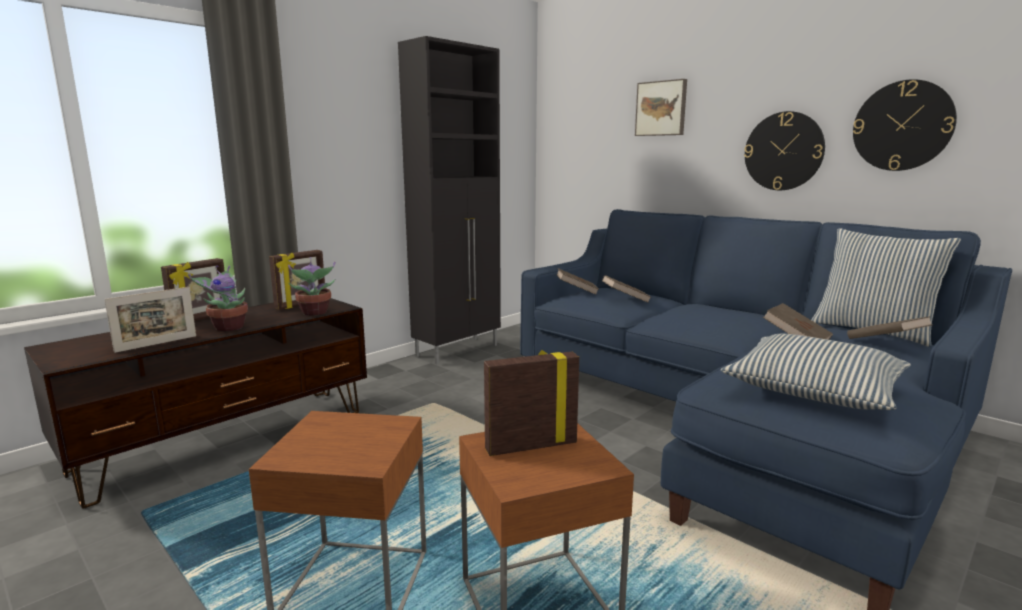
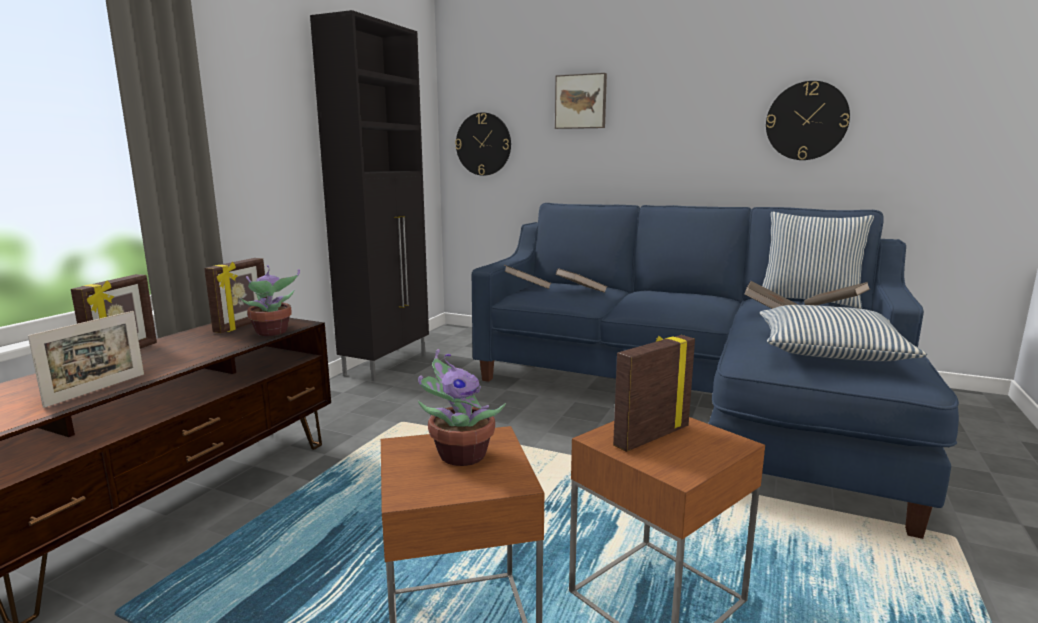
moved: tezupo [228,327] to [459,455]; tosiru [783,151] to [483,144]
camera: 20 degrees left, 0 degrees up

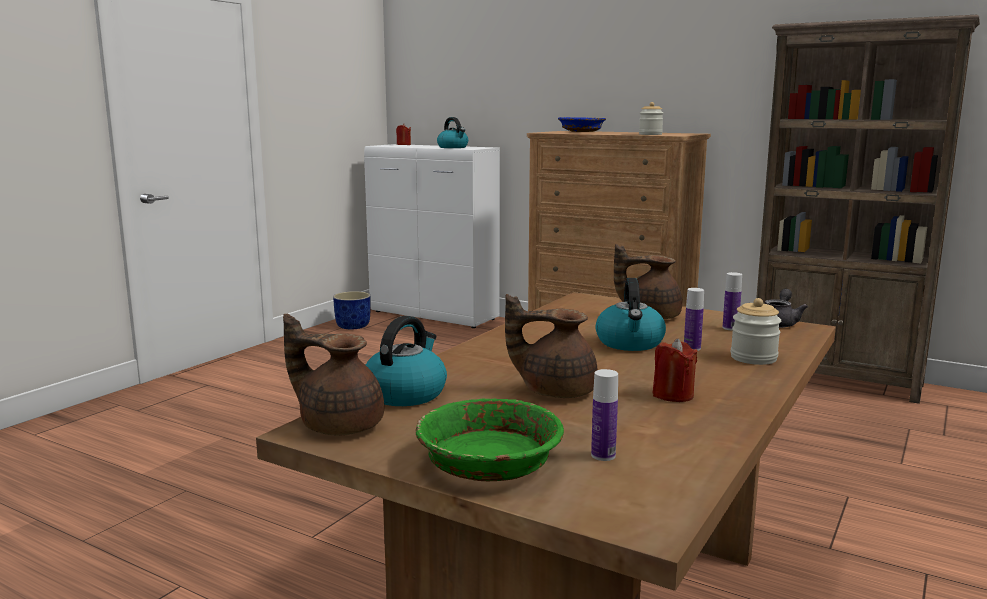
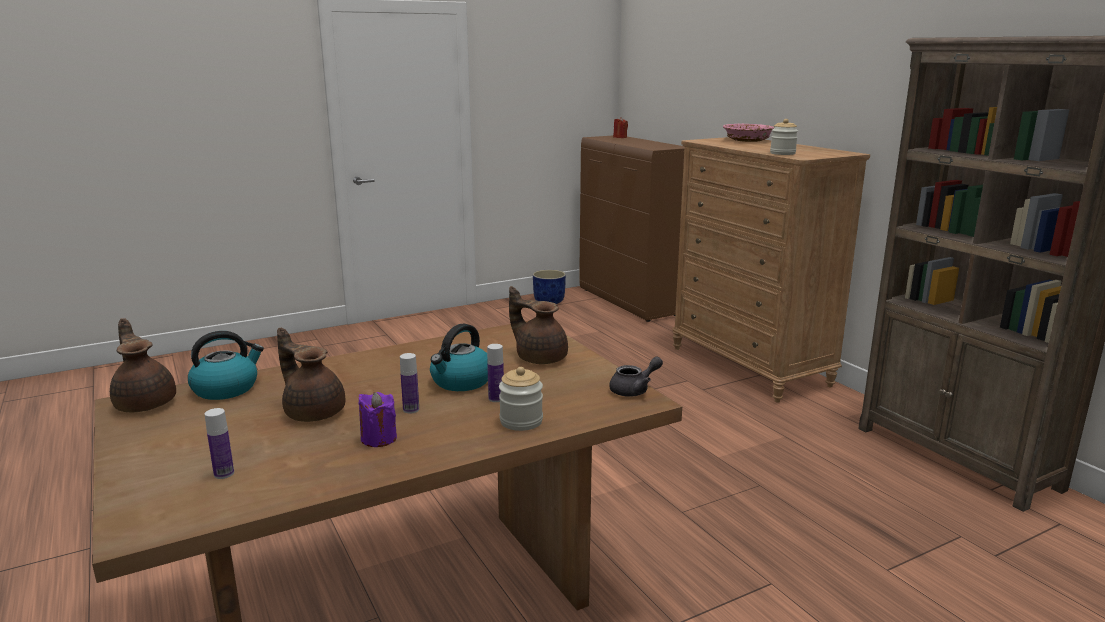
removed: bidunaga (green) [488,463]; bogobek [453,147]
moved: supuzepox [730,328] to [411,409]
recoloured: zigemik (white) [435,315] to zigemik (brown) [629,302]; bidunaga (blue) [581,131] to bidunaga (pink) [747,140]; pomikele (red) [673,395] to pomikele (purple) [378,438]
camera: 30 degrees right, 5 degrees up

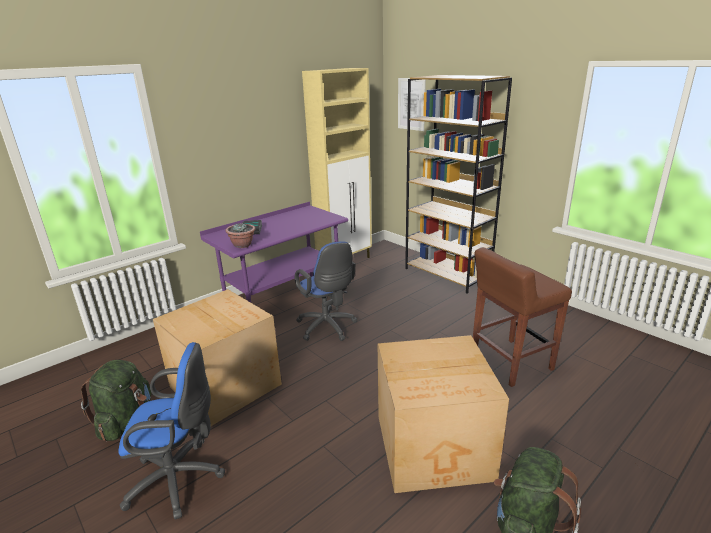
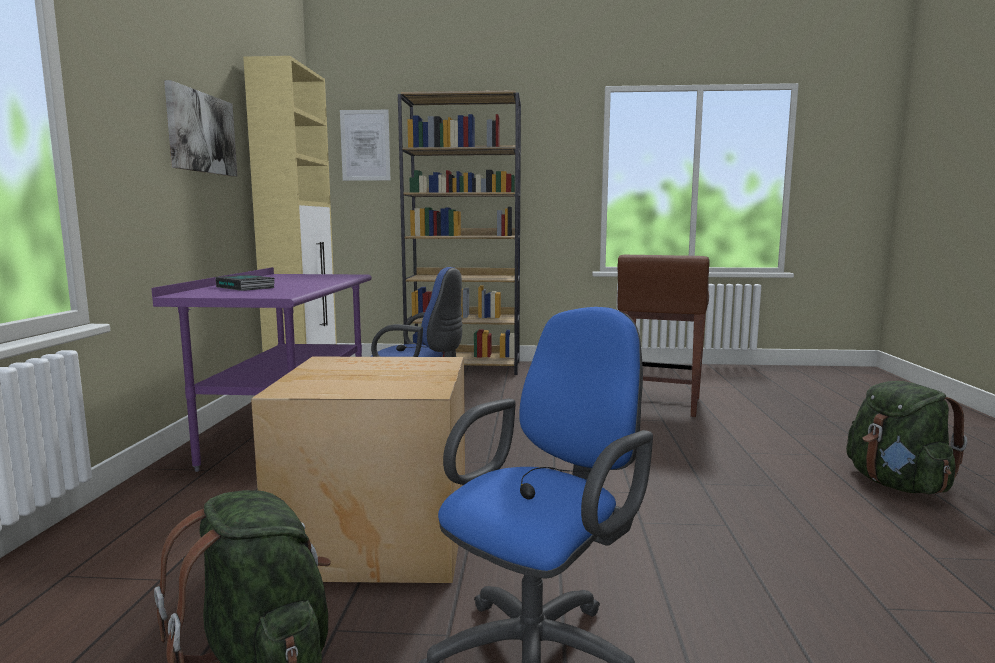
removed: tezupo [242,245]; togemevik [435,447]
added: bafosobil [201,133]
camera: 45 degrees left, 15 degrees down

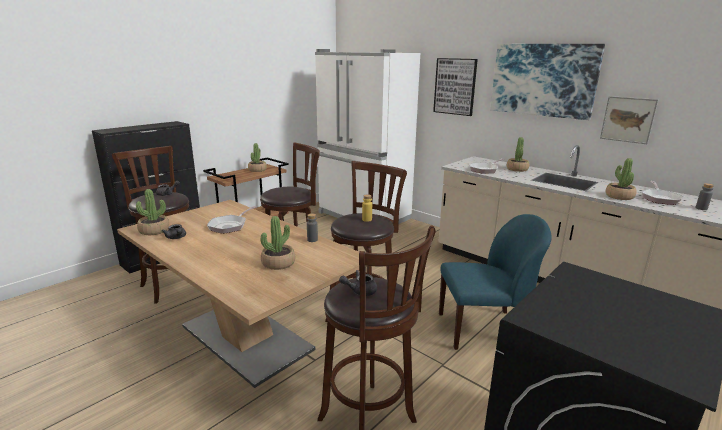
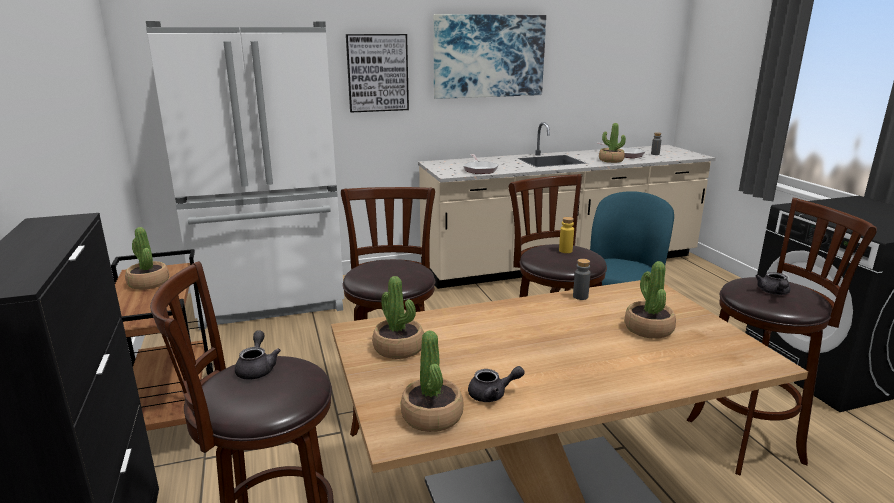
removed: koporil [230,226]; bafosobil [628,119]
moved: tezupo [517,169] to [399,348]
camera: 60 degrees left, 0 degrees up

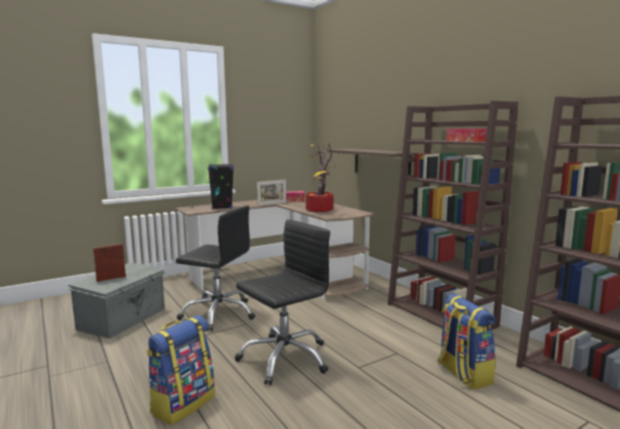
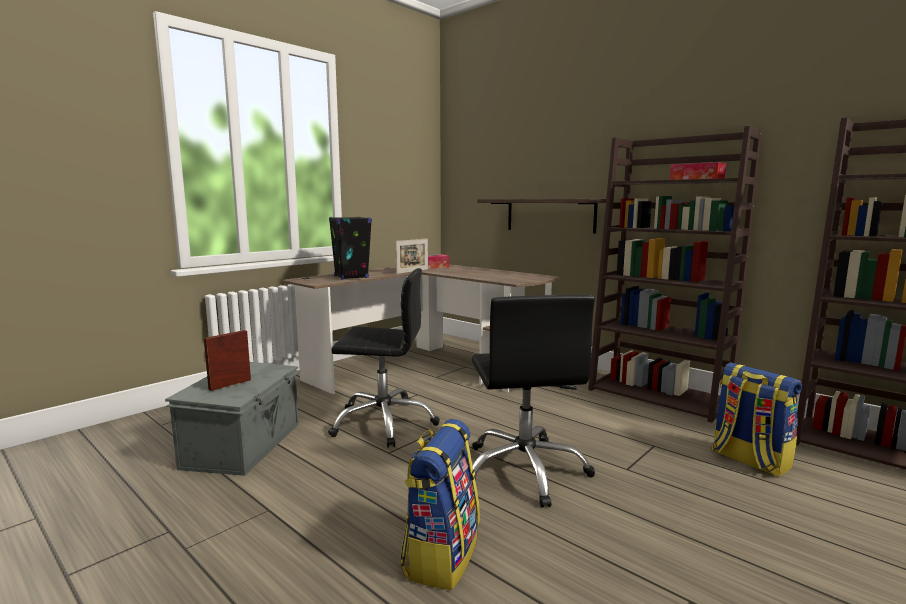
removed: tezupo [321,211]
turned: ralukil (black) [284,358] = [525,470] 135 degrees clockwise
camera: 15 degrees left, 0 degrees up

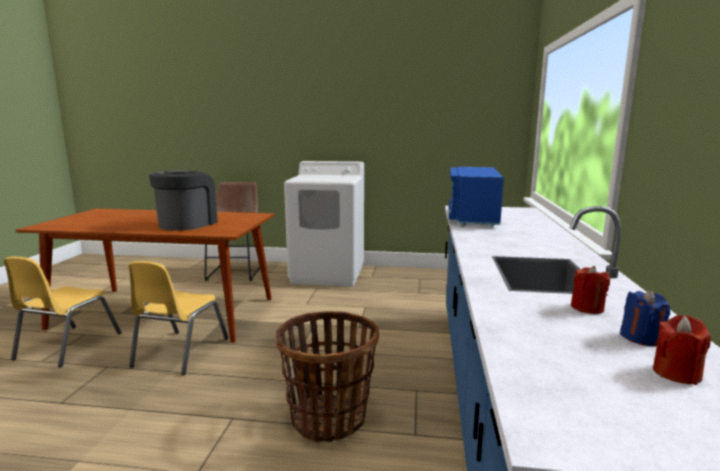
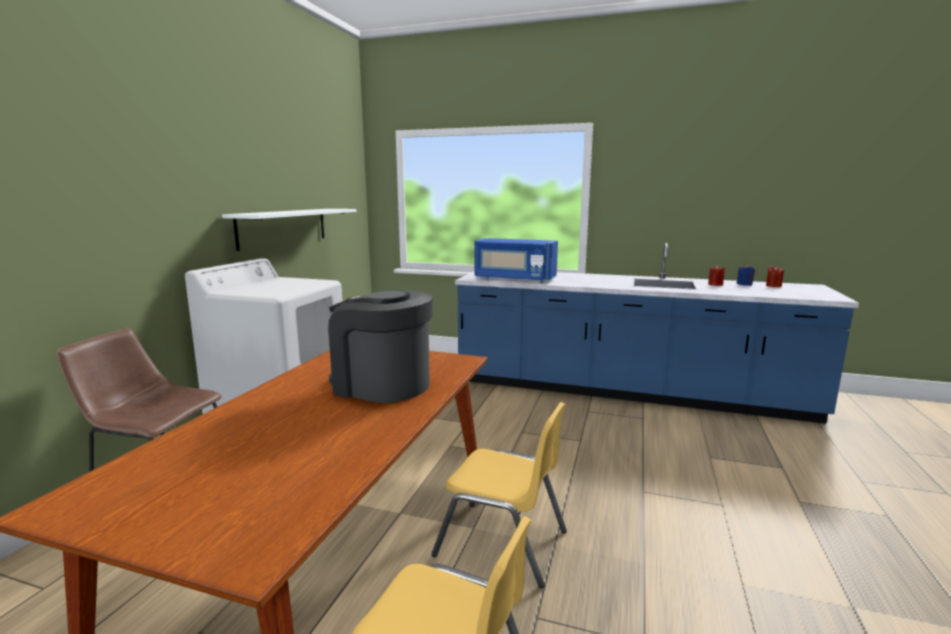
removed: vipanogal [329,418]
added: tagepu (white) [283,227]
camera: 80 degrees left, 0 degrees up

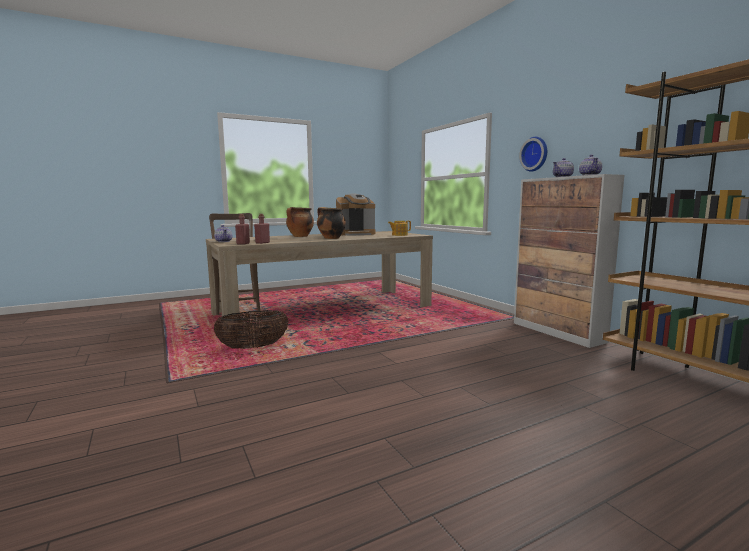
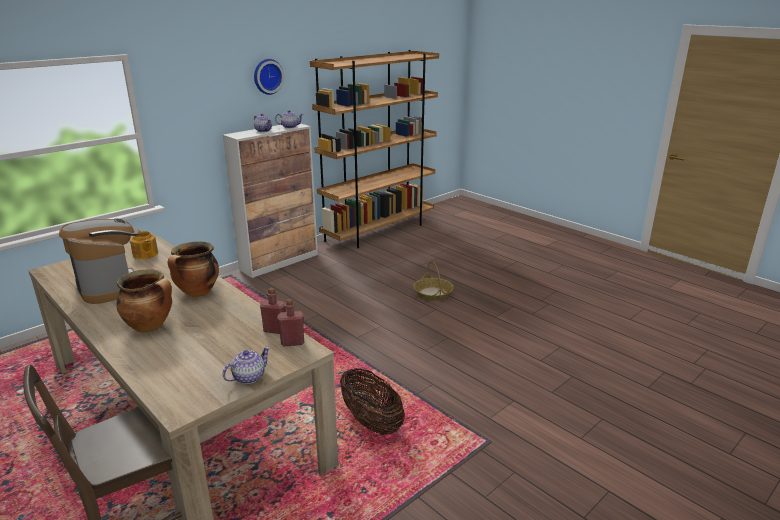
added: vipanogal [433,294]
moved: tosiru [535,154] to [267,76]
camera: 105 degrees left, 15 degrees up

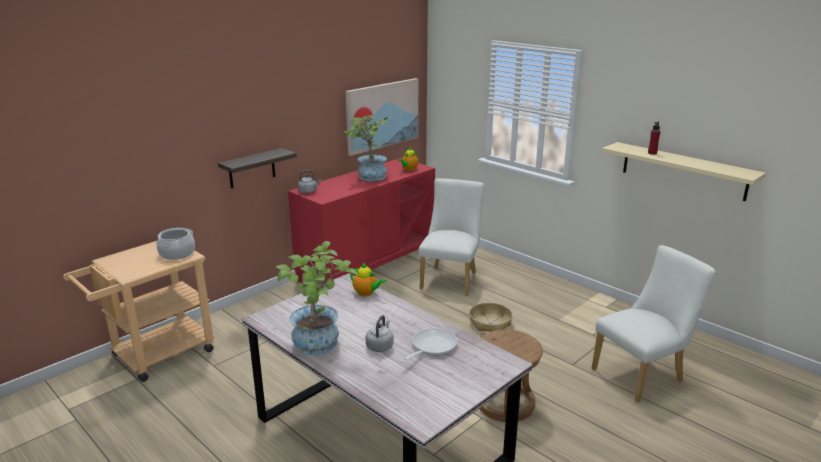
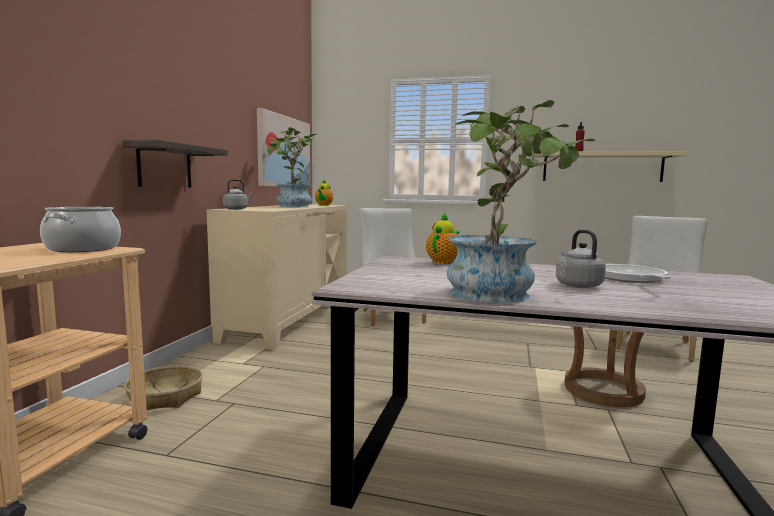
moved: vipanogal [490,323] to [165,397]
recoloured: zigemik (red) [367,266] to zigemik (beige) [289,319]
turned: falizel [366,293] = [444,262] 60 degrees counterclockwise
camera: 30 degrees left, 15 degrees down

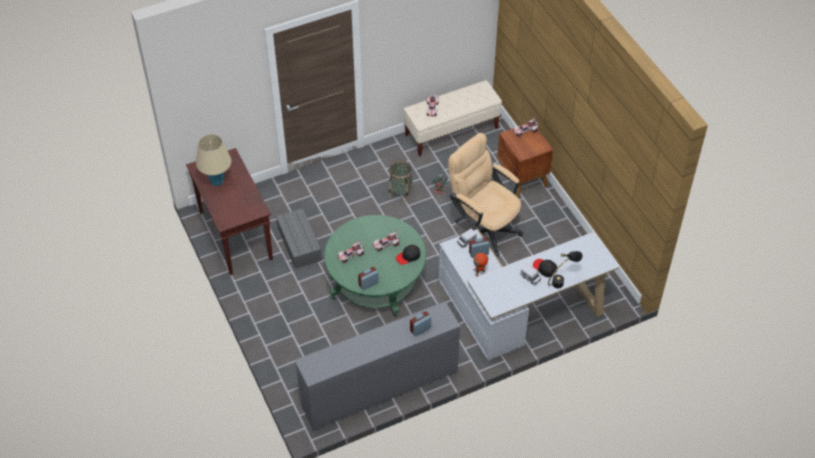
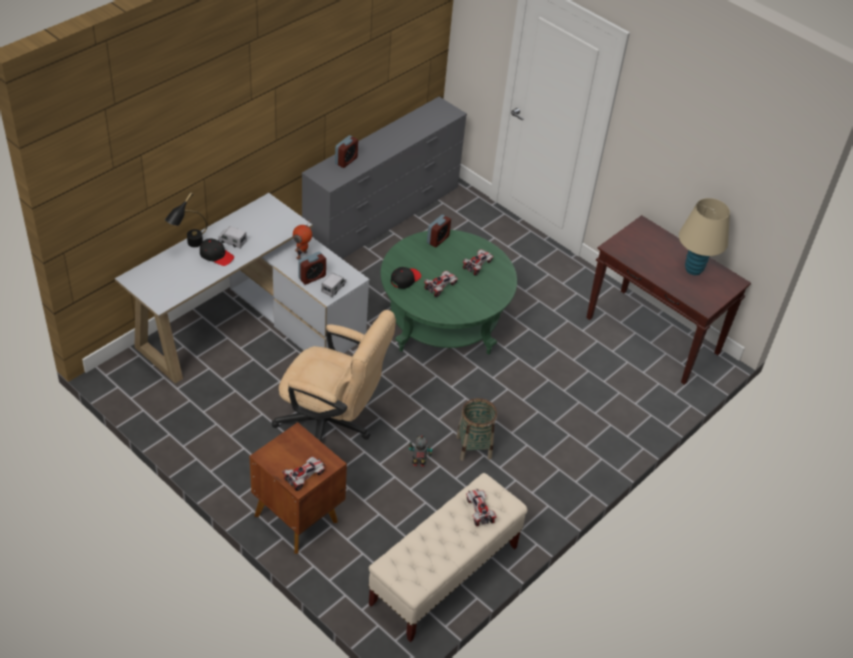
removed: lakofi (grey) [300,244]
camera: 155 degrees right, 5 degrees down

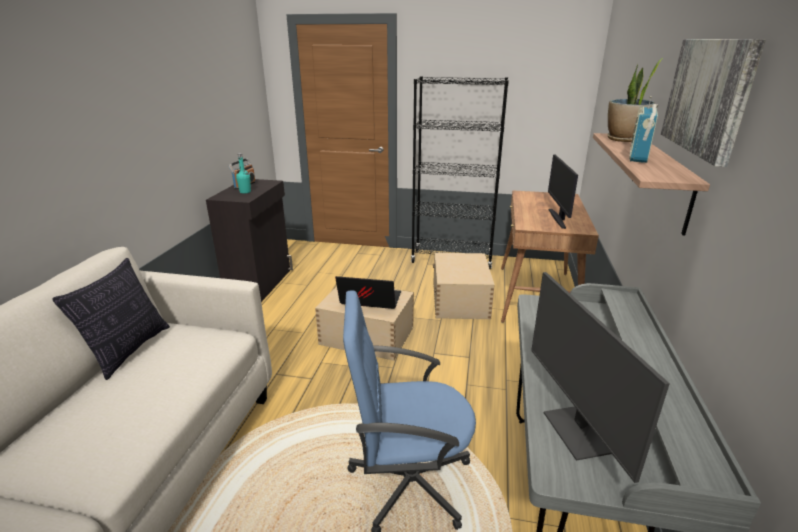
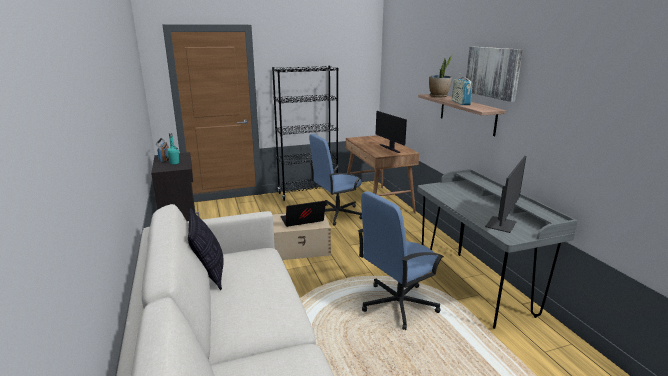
replaced: lakofi (beige) [460,300] to ralukil (blue) [336,214]
turned: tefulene [580,432] = [502,224] 105 degrees counterclockwise
camera: 30 degrees left, 5 degrees down

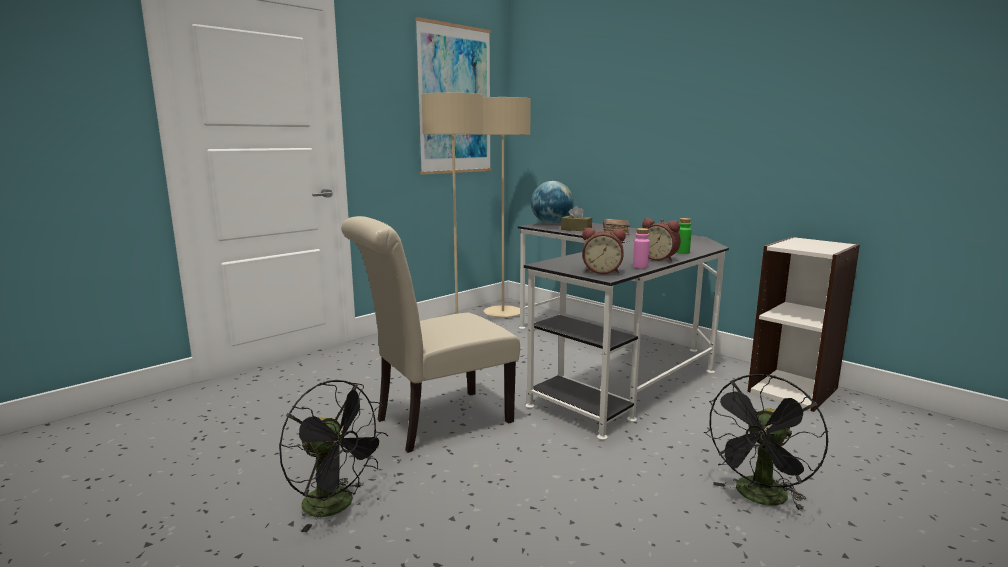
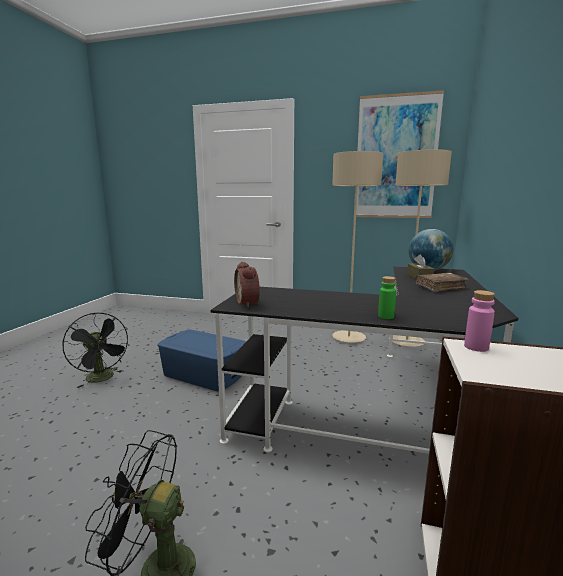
removed: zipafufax [659,258]
moved: supuzepox (pink) [640,267] to [476,347]
replaced: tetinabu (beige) [436,422] to lakofi (blue) [203,374]
turned: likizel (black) [337,505] = [103,379] 45 degrees counterclockwise
camera: 60 degrees right, 0 degrees up

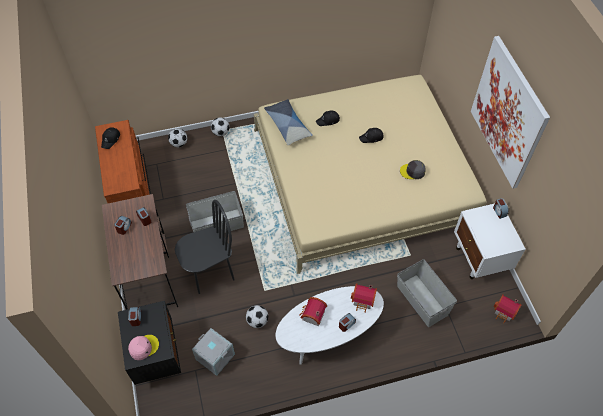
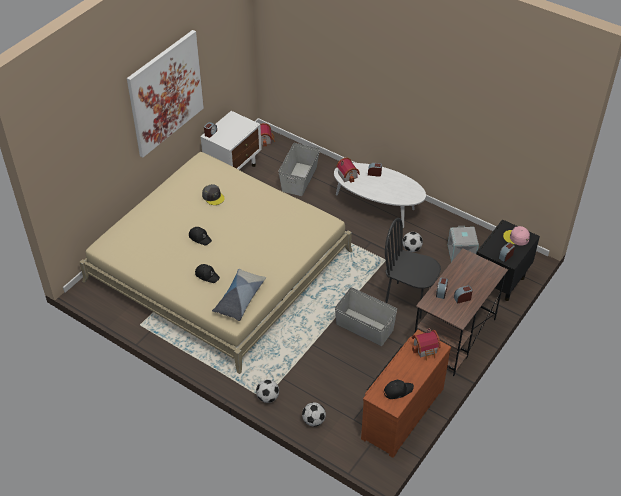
moved: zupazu [312,315] to [426,349]
camera: 130 degrees left, 10 degrees down

